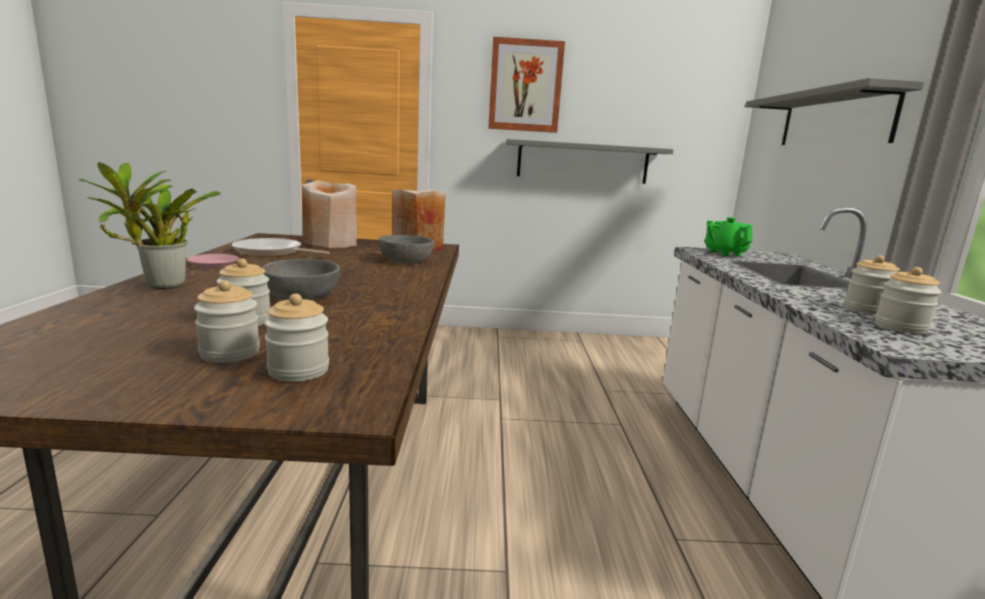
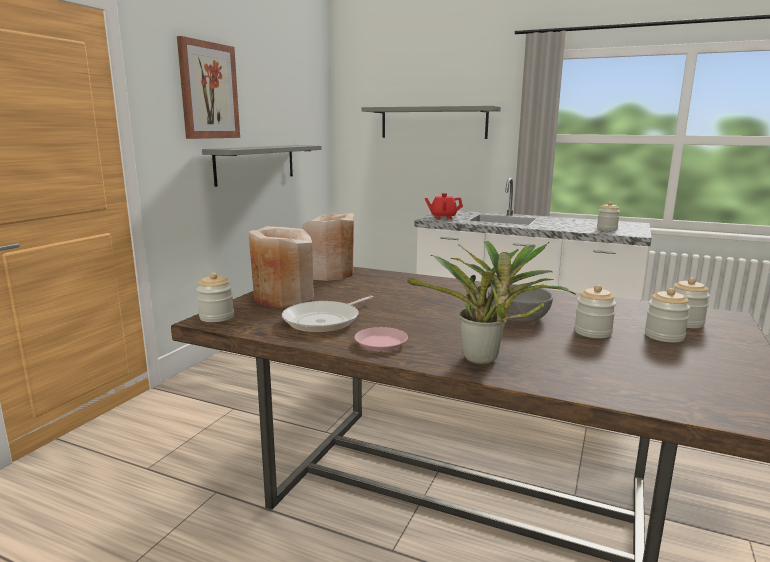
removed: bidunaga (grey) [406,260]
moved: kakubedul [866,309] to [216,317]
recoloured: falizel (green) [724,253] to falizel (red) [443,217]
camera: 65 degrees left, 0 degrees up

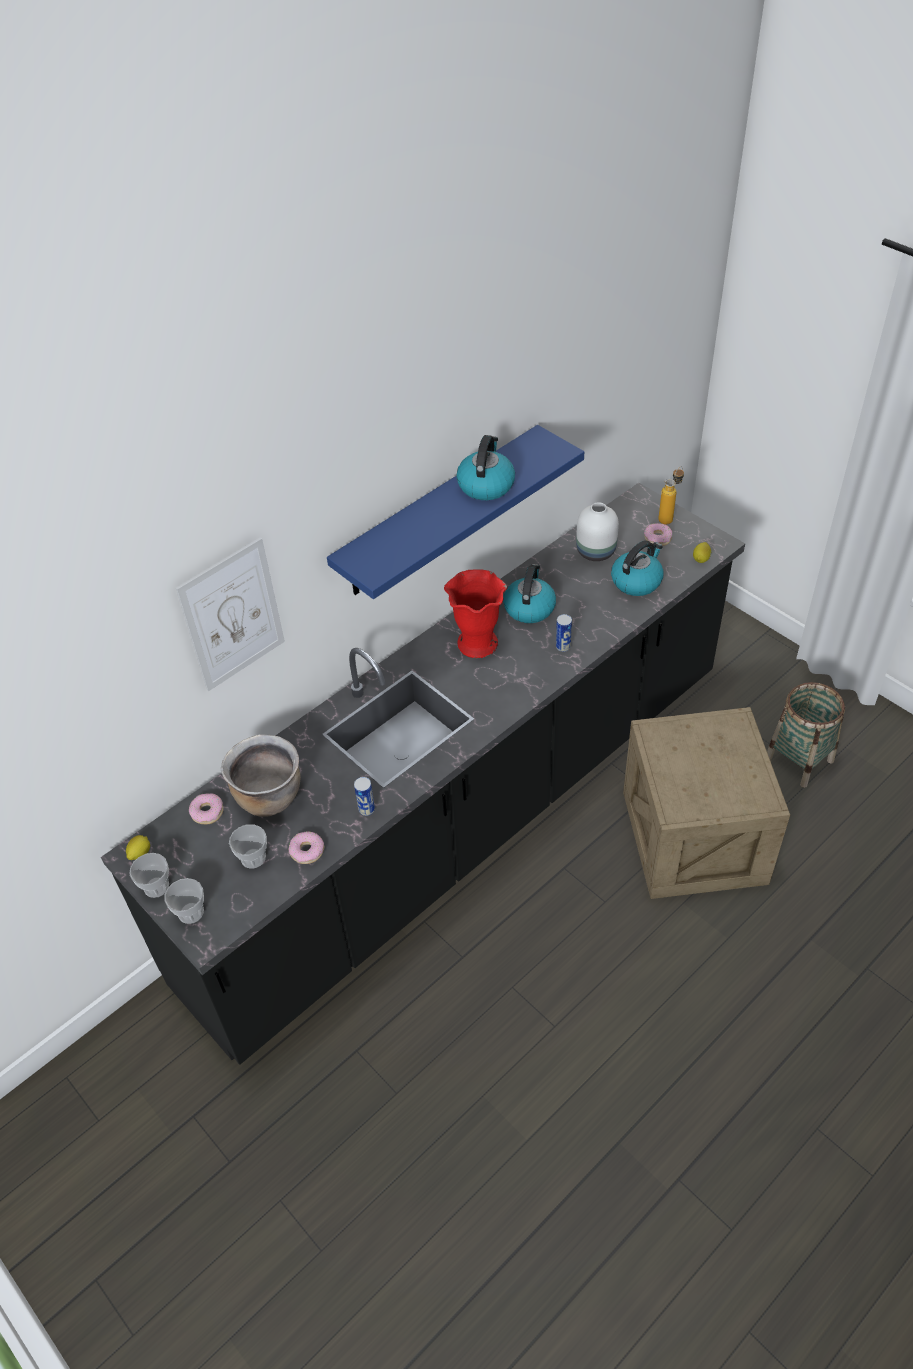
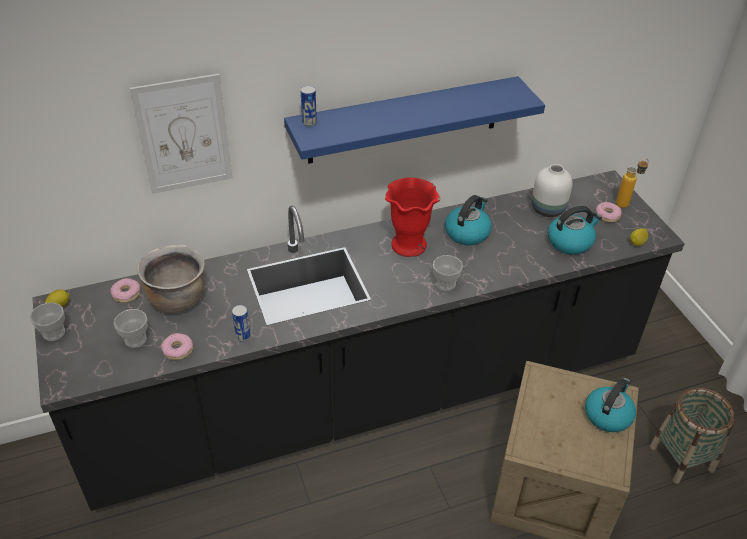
moved: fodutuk [191,912] to [445,284]; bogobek [486,485] to [608,415]; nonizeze [563,646] to [309,122]
camera: 20 degrees right, 5 degrees down

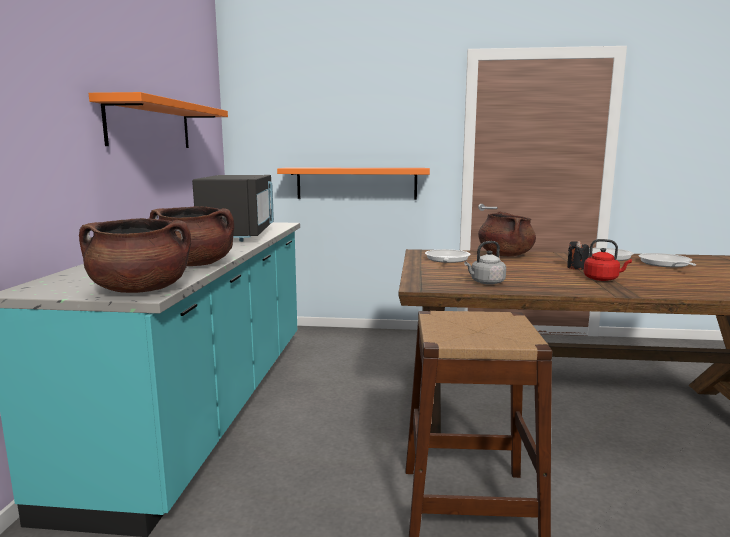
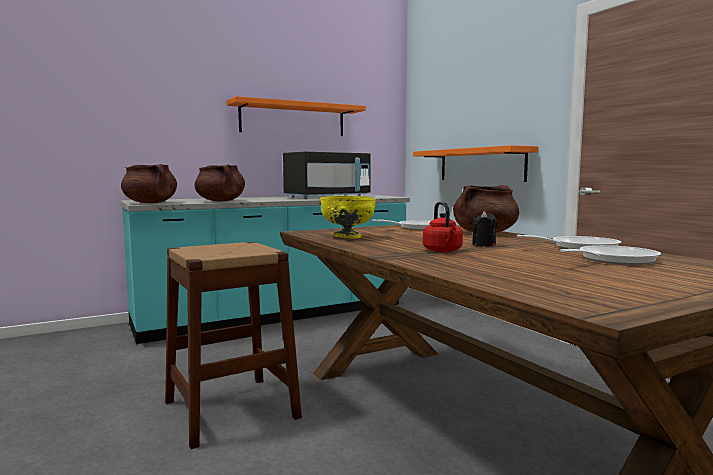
replaced: bogobek (grey) [486,282] to bidunaga (yellow) [347,237]
camera: 55 degrees right, 5 degrees down

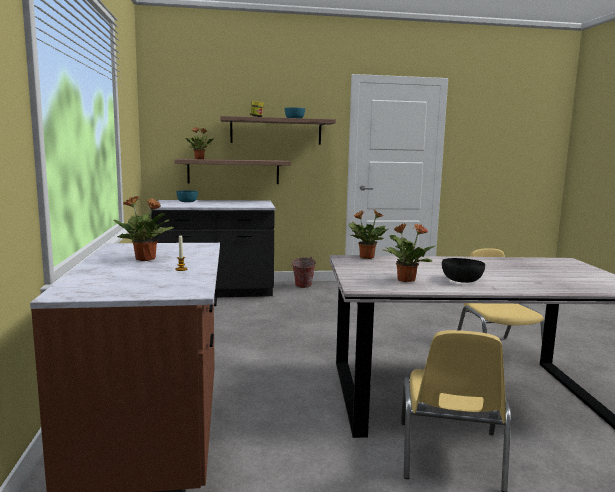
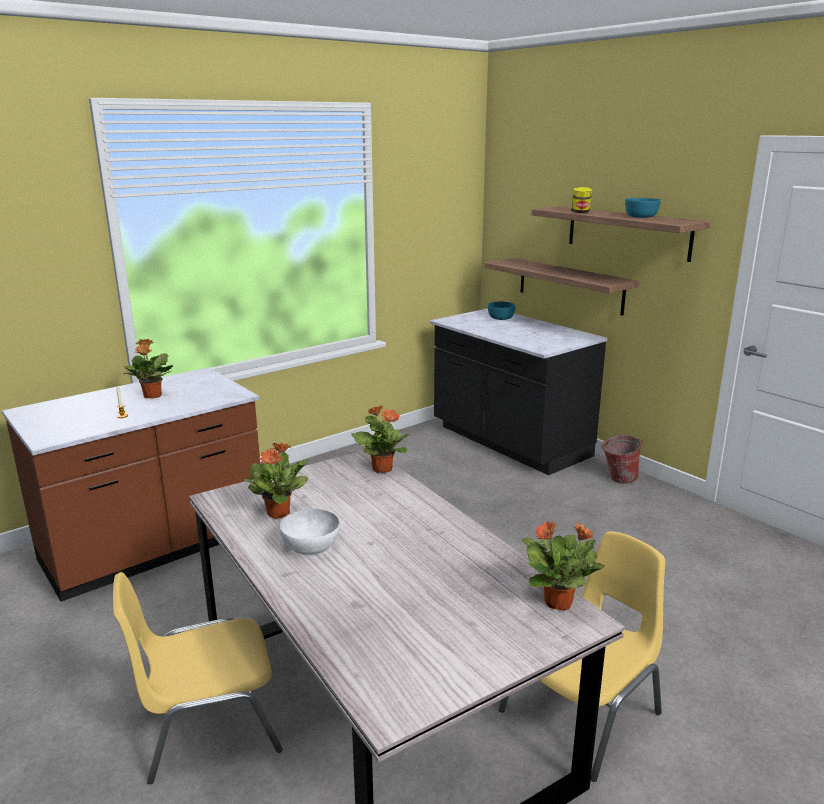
moved: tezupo [199,159] to [559,603]
recoloured: bidunaga (black) [461,280] to bidunaga (white) [310,546]
camera: 60 degrees right, 10 degrees up

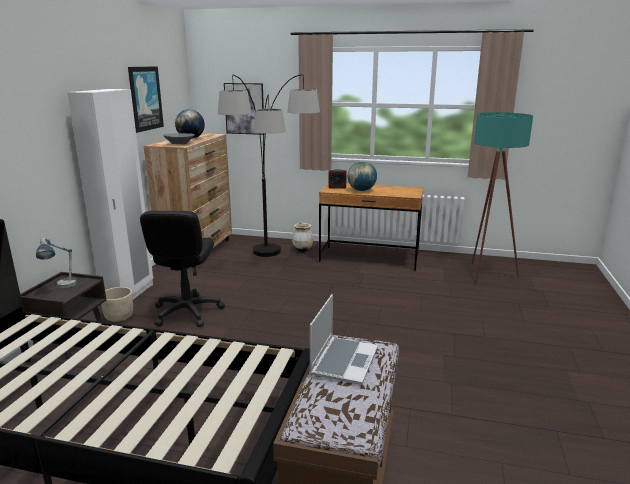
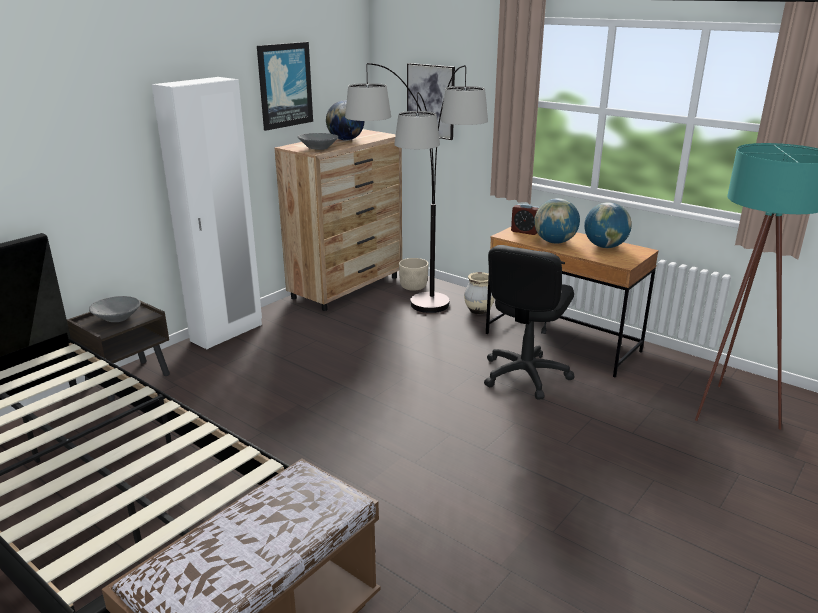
removed: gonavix [343,361]
added: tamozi [605,246]
moved: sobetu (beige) [119,317] to [413,287]; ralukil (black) [187,312] to [524,375]
replaced: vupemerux [62,287] to bidunaga (grey) [117,318]
camera: 25 degrees right, 5 degrees up

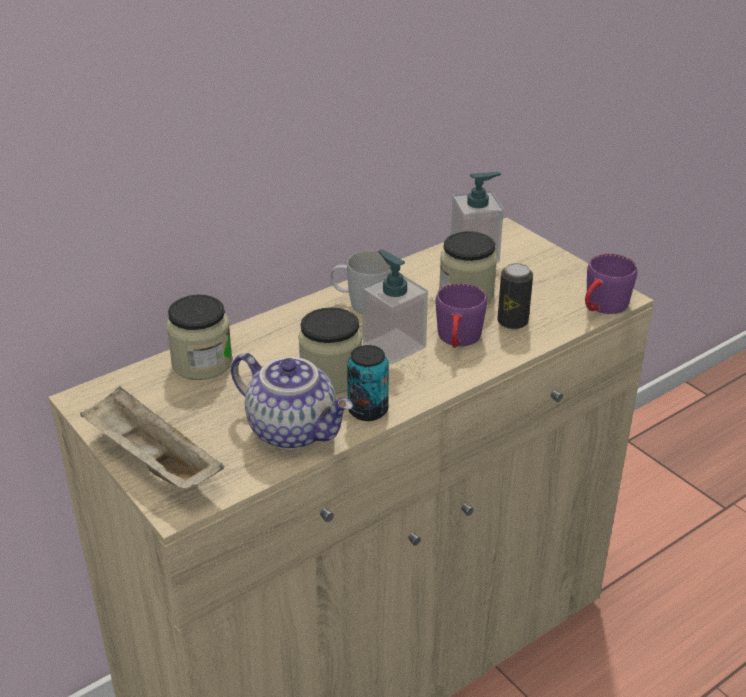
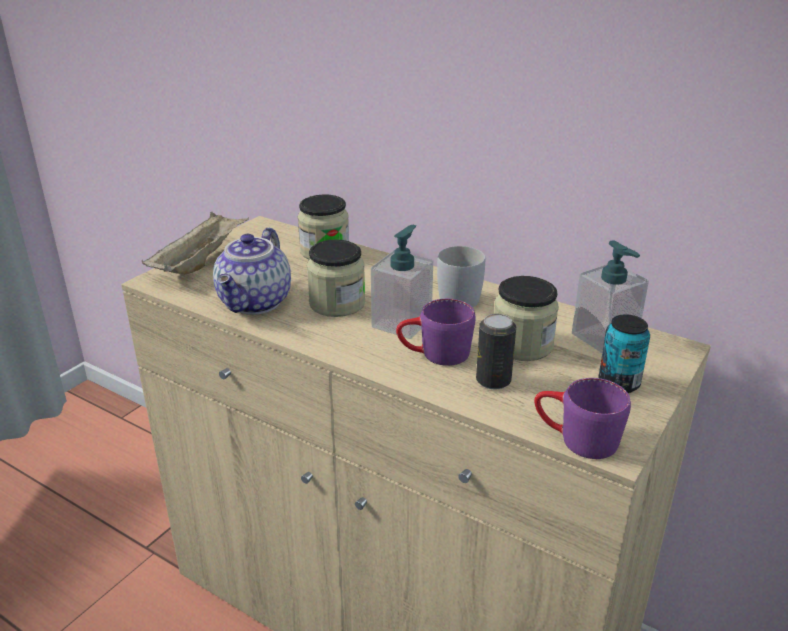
moved: nonizeze [368,410] to [618,383]
camera: 70 degrees right, 5 degrees down

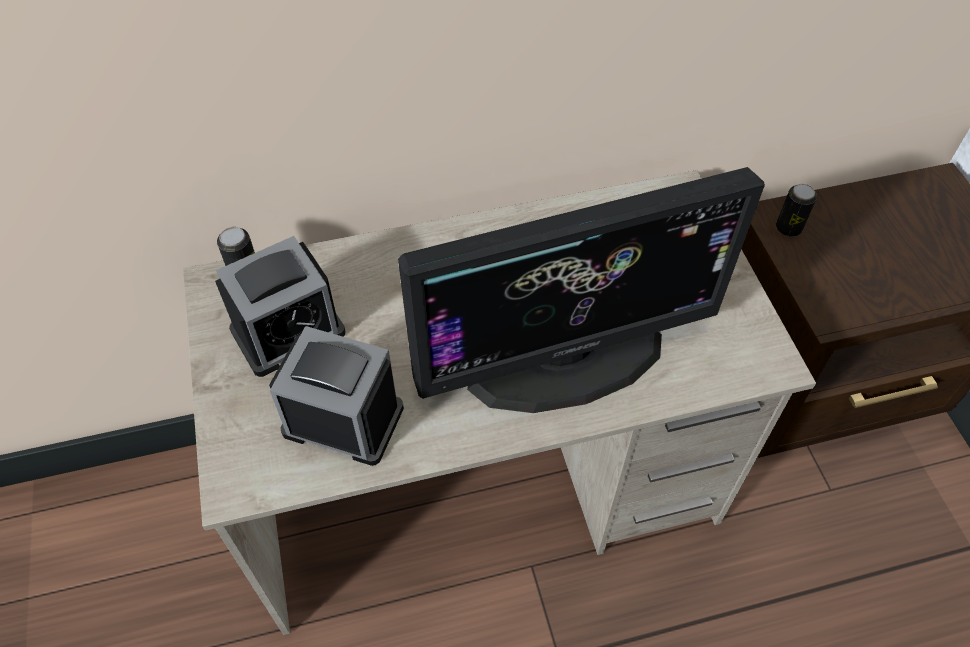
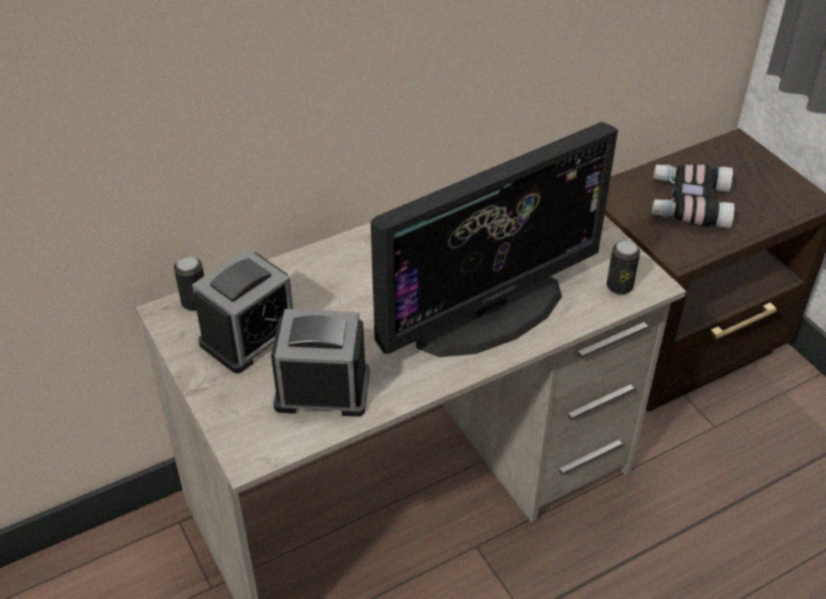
added: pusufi [688,203]
moved: nonizeze [788,228] to [619,286]
camera: 15 degrees left, 10 degrees down

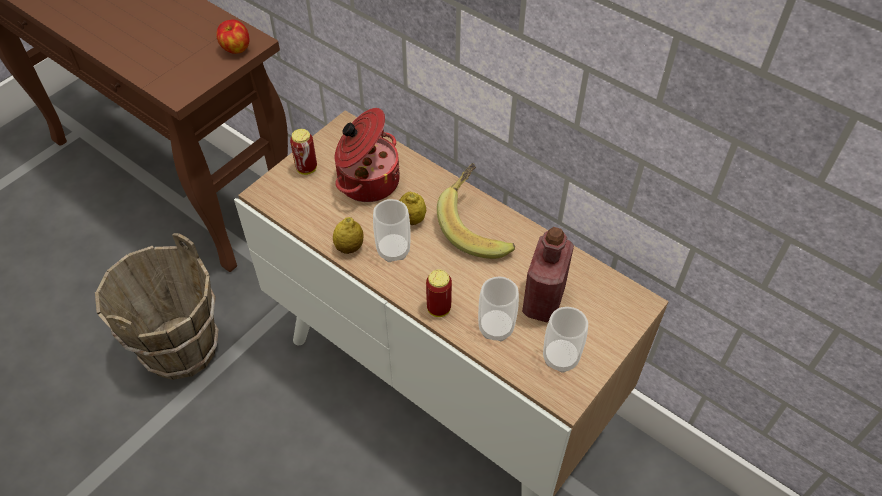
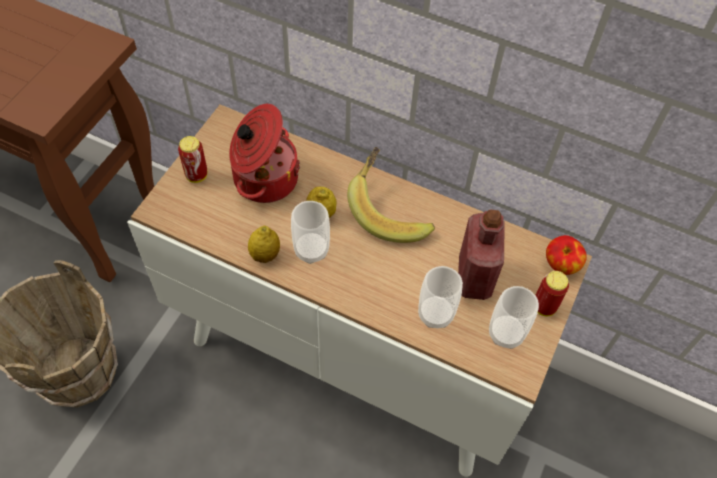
moved: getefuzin [236,49] to [561,265]; nonizeze [439,308] to [544,306]
camera: 15 degrees left, 5 degrees up

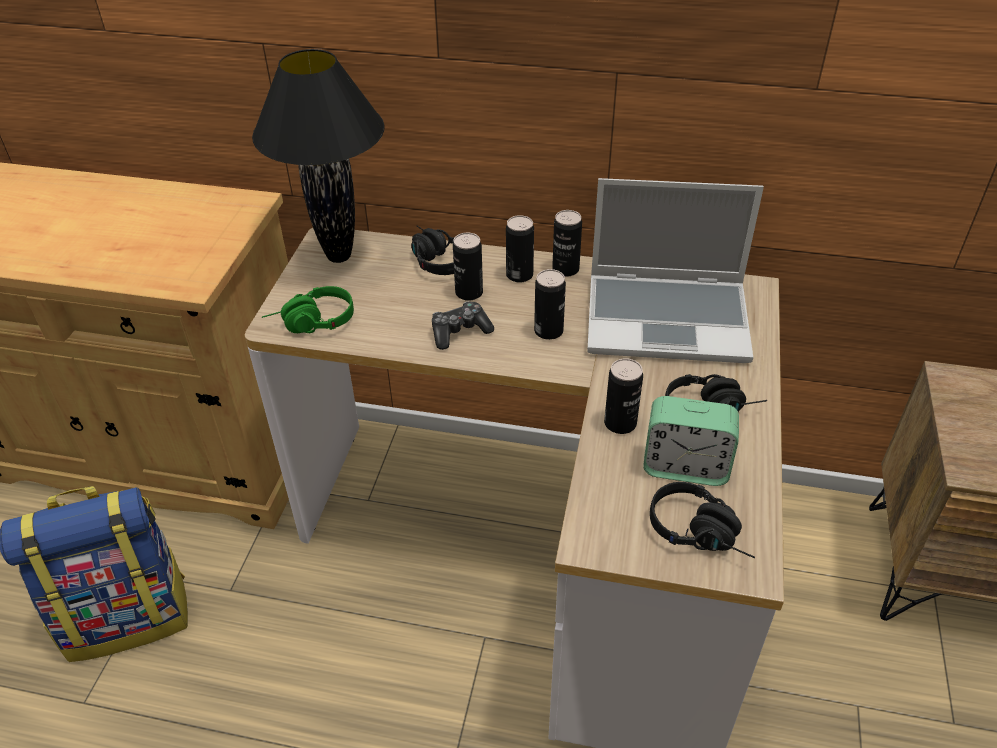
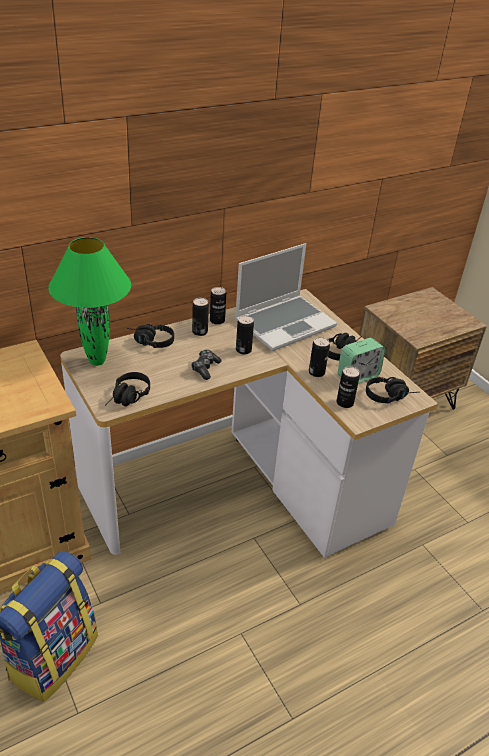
moved: nonizeze [469,293] to [345,403]
recoloured: vupemerux (black) [340,256] to vupemerux (green) [98,361]; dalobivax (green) [311,324] to dalobivax (black) [128,398]
camera: 45 degrees left, 5 degrees down

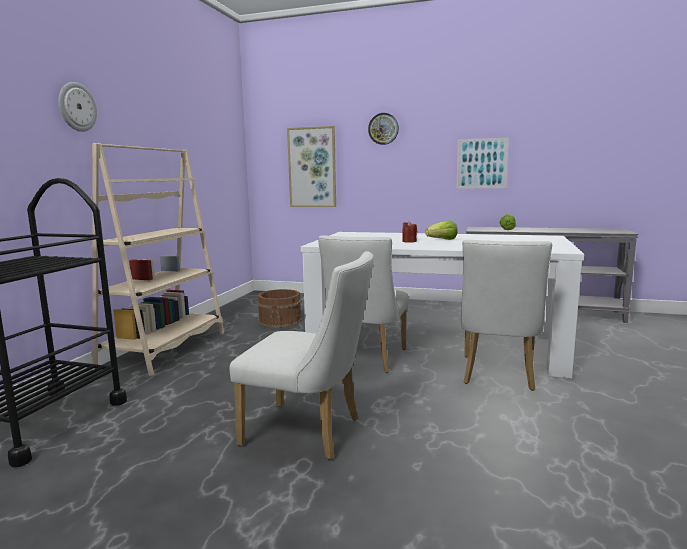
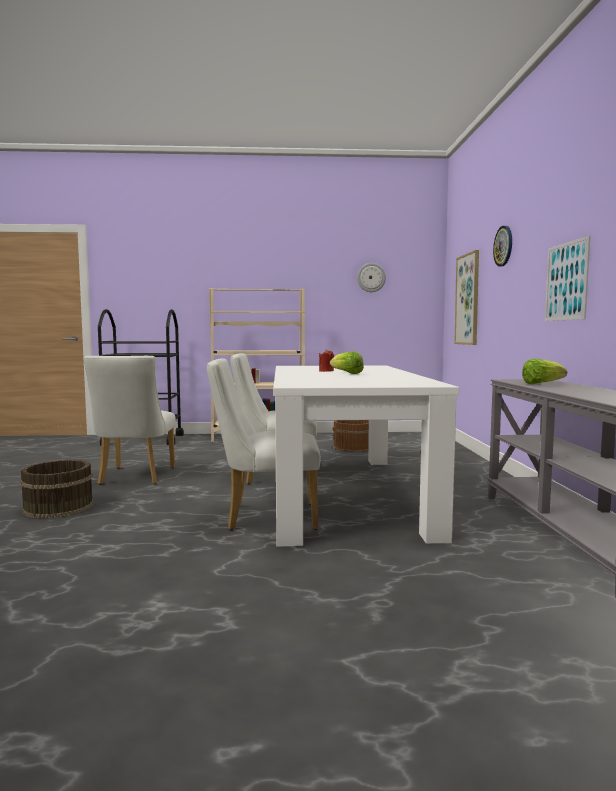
added: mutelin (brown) [58,507]
moved: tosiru [77,107] to [371,277]
camera: 70 degrees right, 5 degrees down

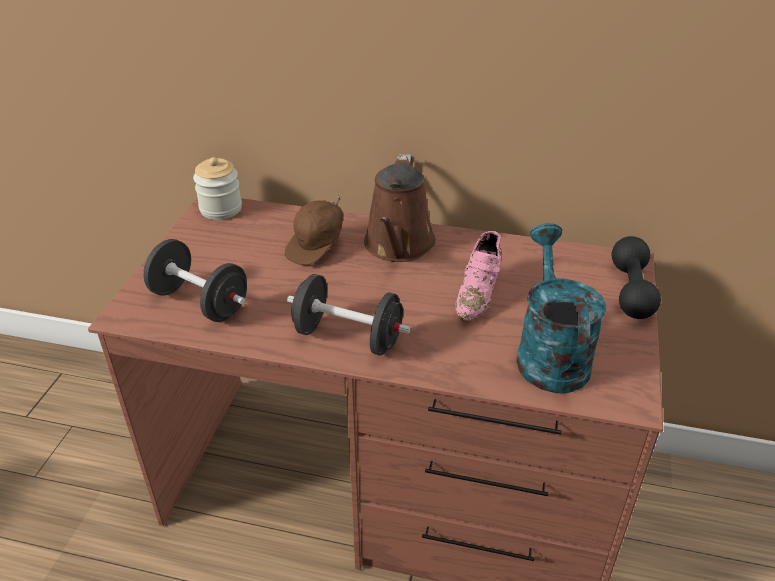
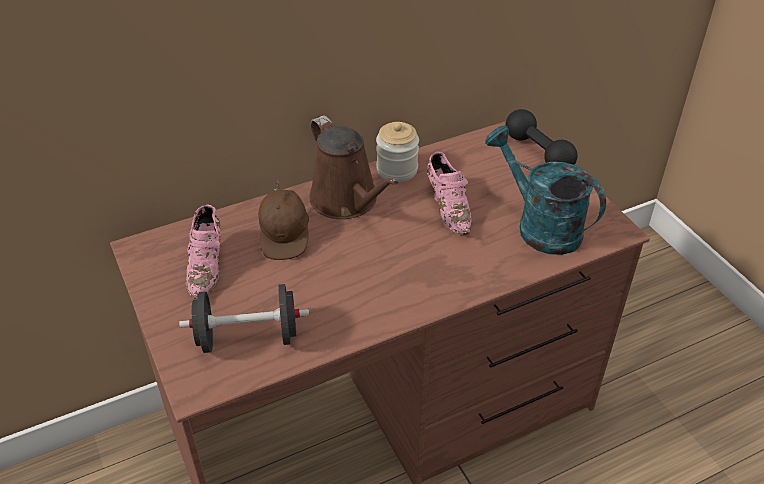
removed: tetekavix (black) [348,337]
added: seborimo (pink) [207,266]
moved: kakubedul [221,209] to [397,170]
camera: 40 degrees left, 5 degrees up

